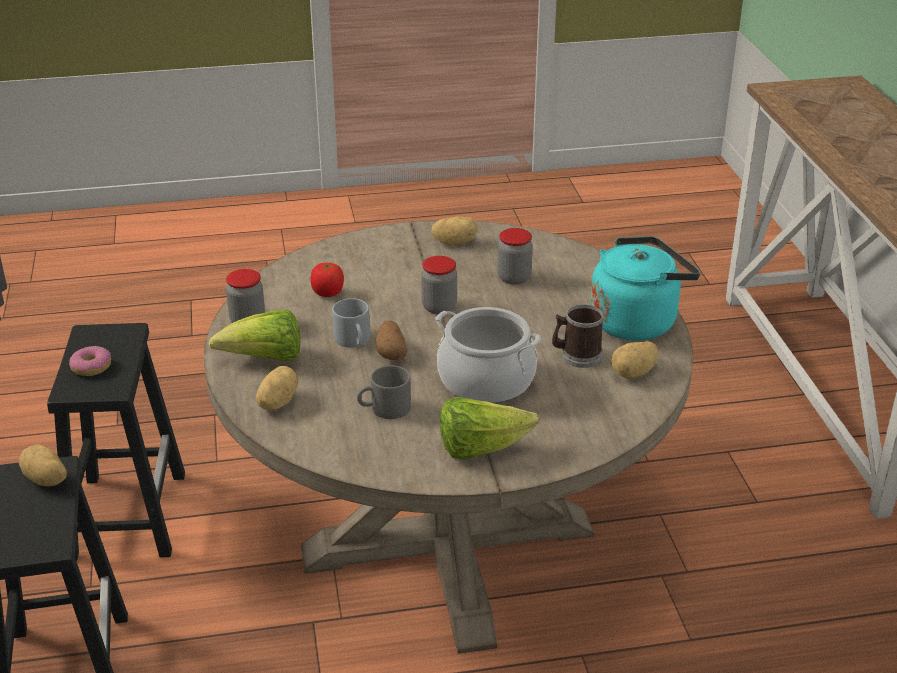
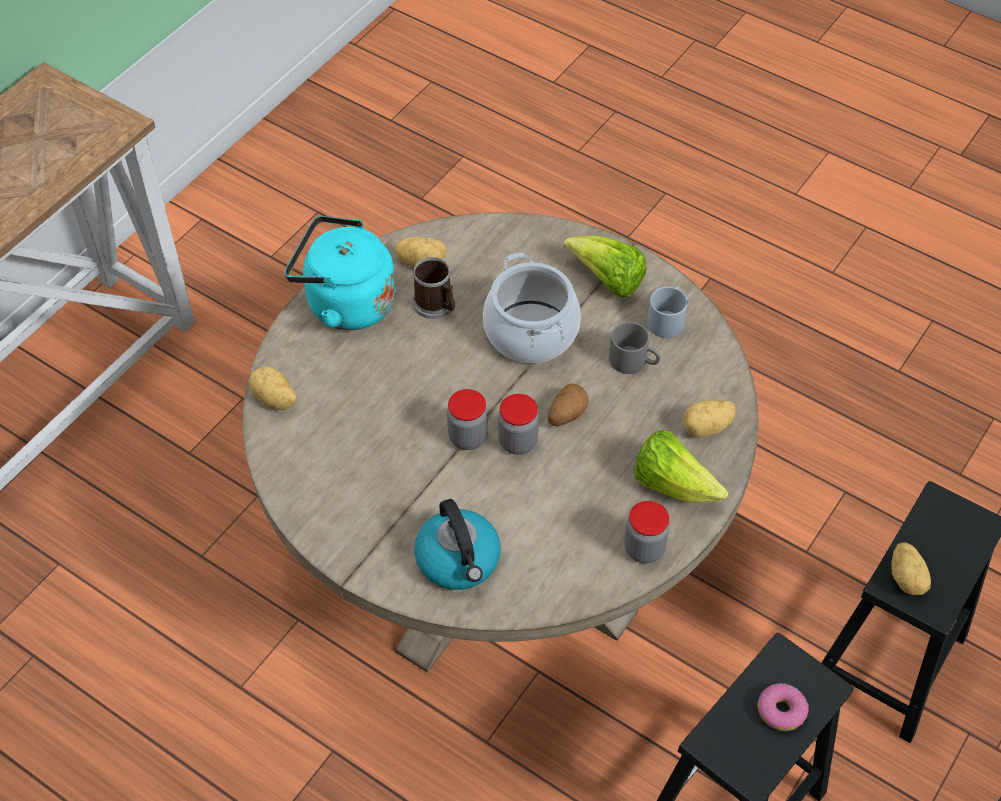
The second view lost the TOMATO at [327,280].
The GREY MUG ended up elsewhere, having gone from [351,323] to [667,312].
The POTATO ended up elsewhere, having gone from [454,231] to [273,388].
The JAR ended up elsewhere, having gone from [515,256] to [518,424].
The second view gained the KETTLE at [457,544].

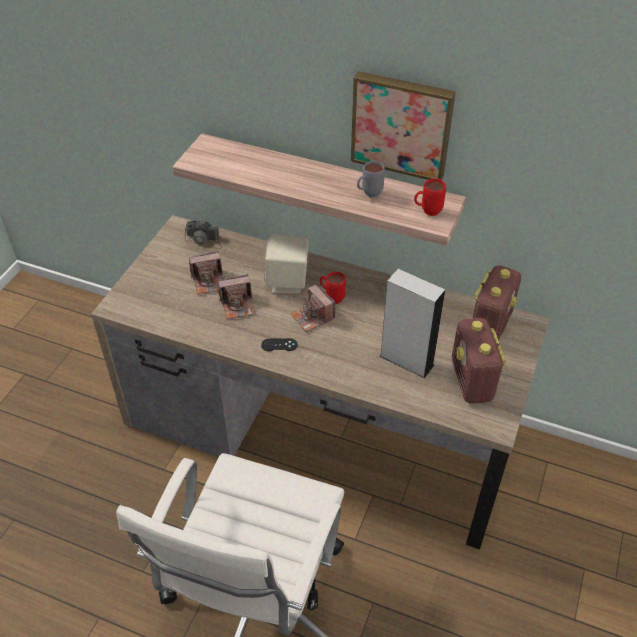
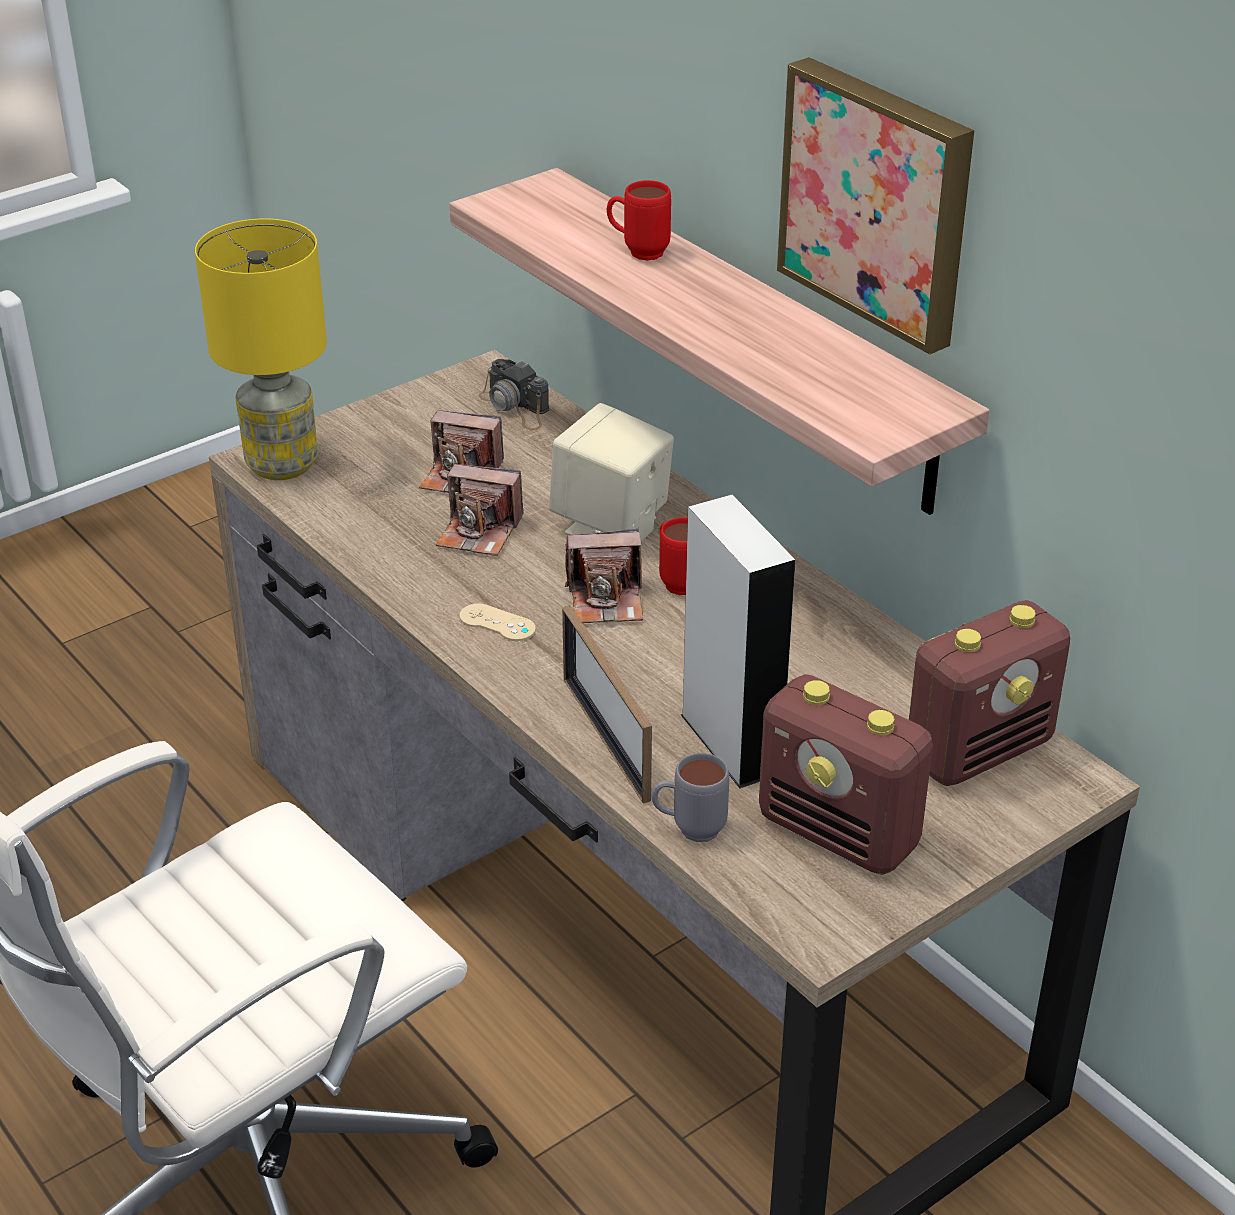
What was the BLACK GAME CONTROLLER at [279,344] turned into the BEIGE GAME CONTROLLER at [497,622].
The PHOTO CAMERA at [313,308] ended up facing another way, 90 degrees counterclockwise from before.
The GREY MUG ended up elsewhere, having gone from [371,179] to [690,797].
The RED MUG ended up elsewhere, having gone from [430,197] to [639,220].
The RADIO at [479,361] ended up facing another way, 75 degrees counterclockwise from before.
The second view gained the YELLOW TABLE LAMP at [261,349].
The second view gained the PICTURE FRAME at [607,704].

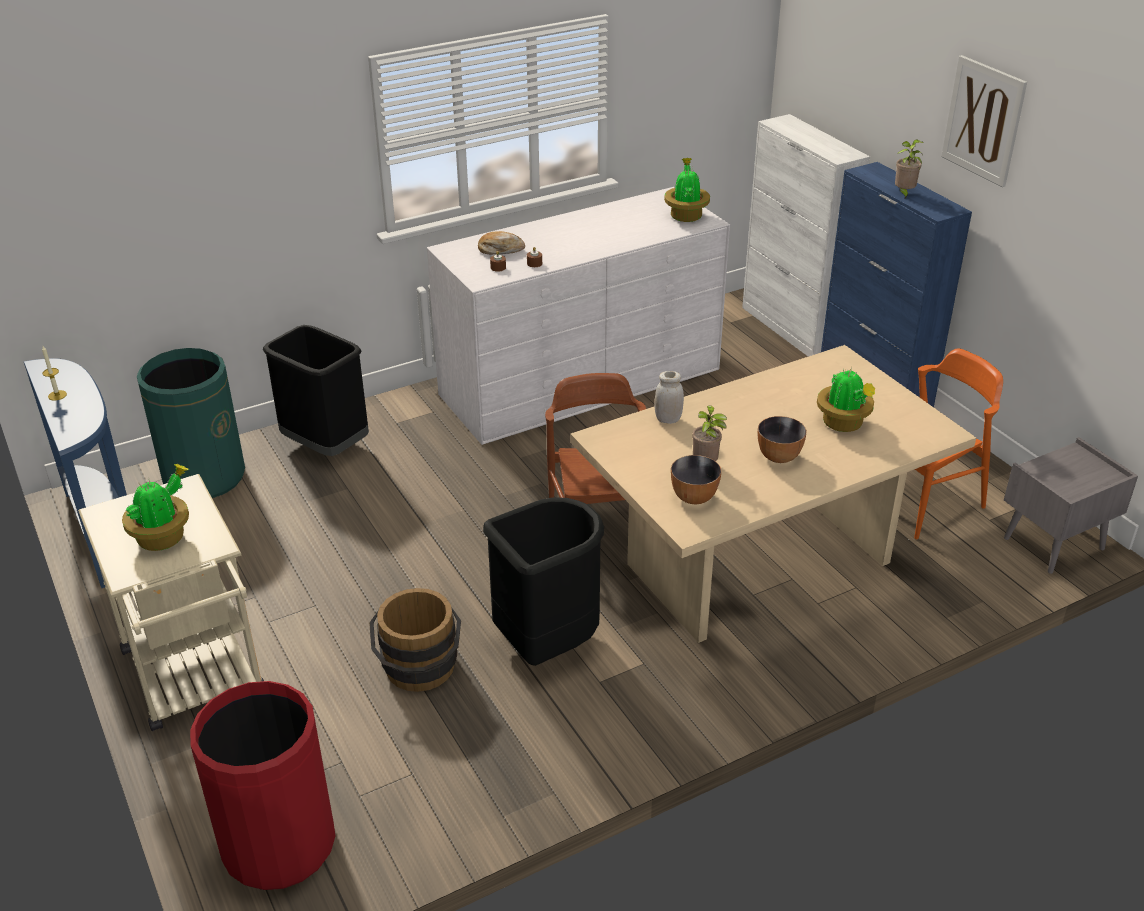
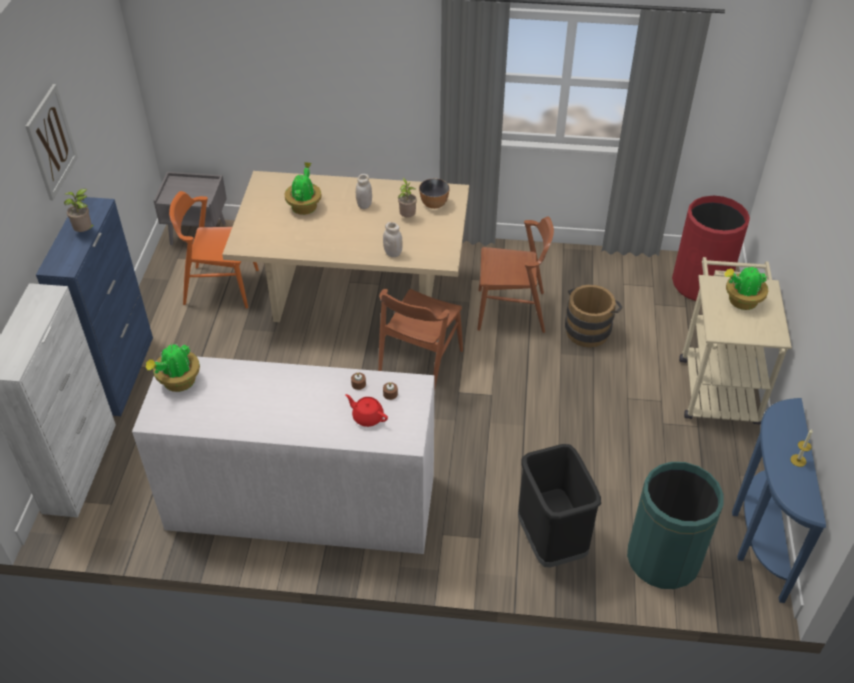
Where the BREAD stood at [501,242], the RED TEAPOT came to stand at [366,410].
Where the BLACK TRASH CAN stood at [543,581], the BROWN CHAIR came to stand at [515,274].
Where the BOWL stood at [782,439], the WHITE JAR came to stand at [364,191].

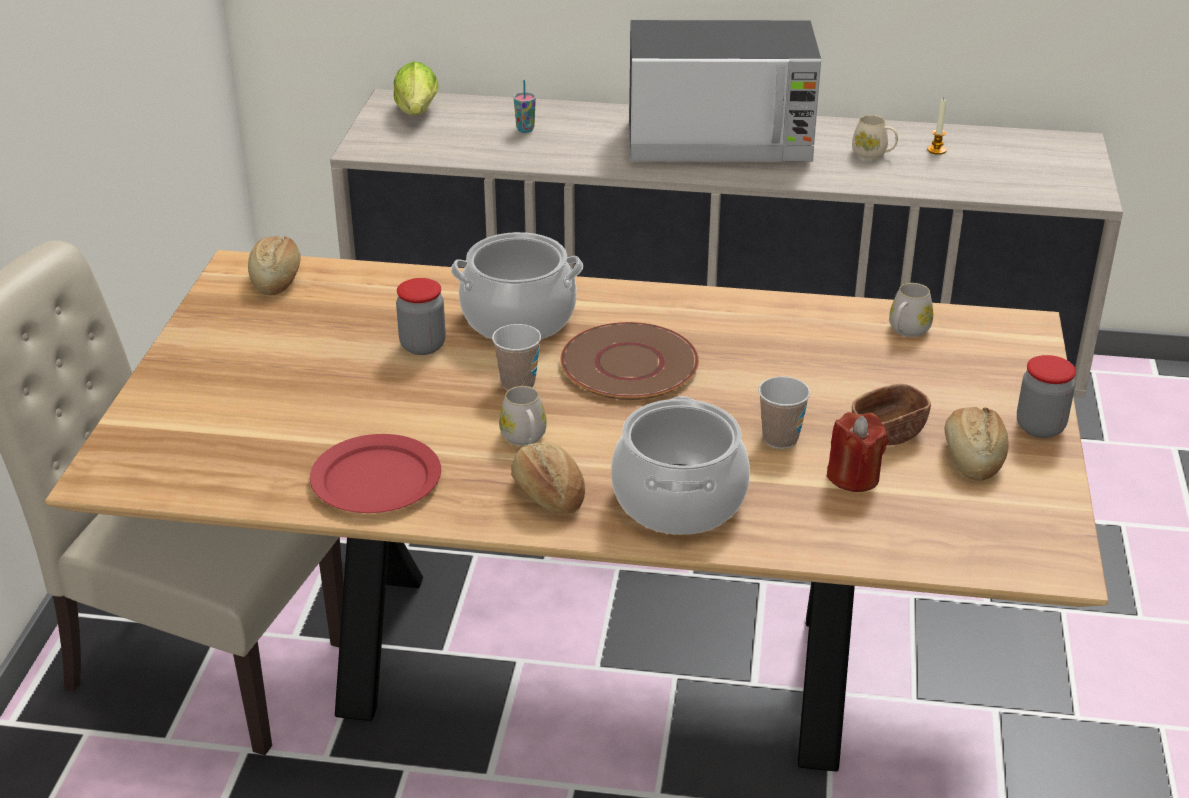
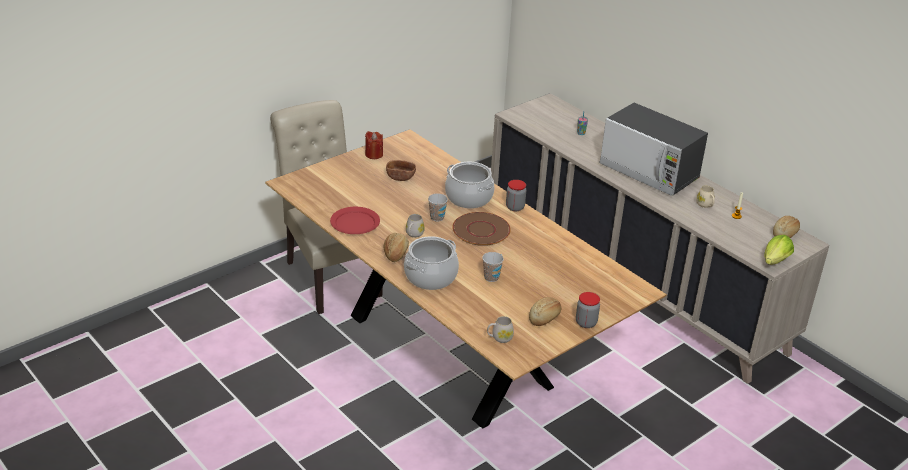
The BREAD ended up elsewhere, having gone from [274,265] to [786,227].
The LETTUCE ended up elsewhere, having gone from [416,88] to [779,250].
The JAR ended up elsewhere, having gone from [421,316] to [516,195].
The RED CANDLE ended up elsewhere, having gone from [857,452] to [374,145].
The BROWN BOWL ended up elsewhere, having gone from [891,415] to [401,170].
The WHITE MUG ended up elsewhere, having gone from [911,310] to [500,329].

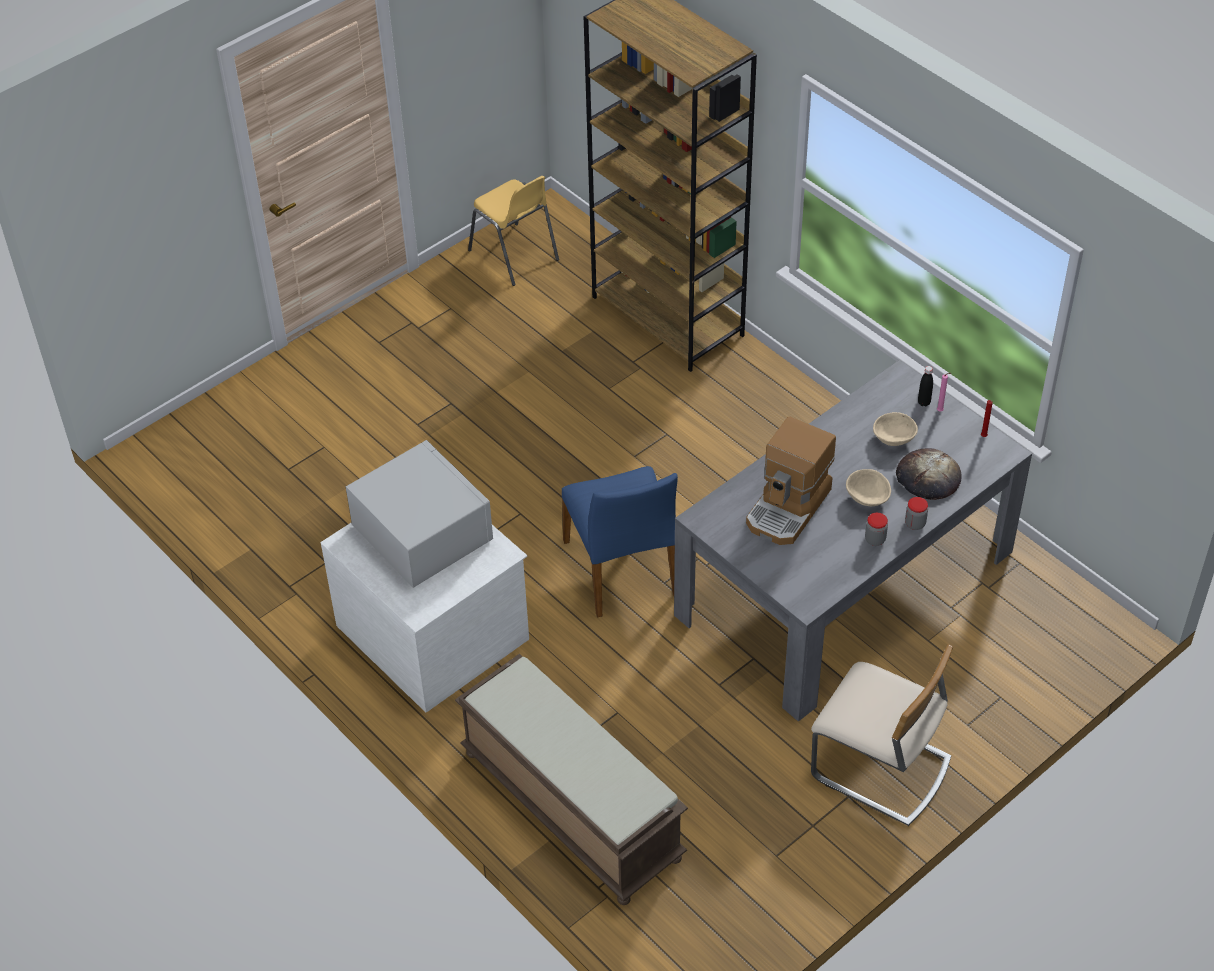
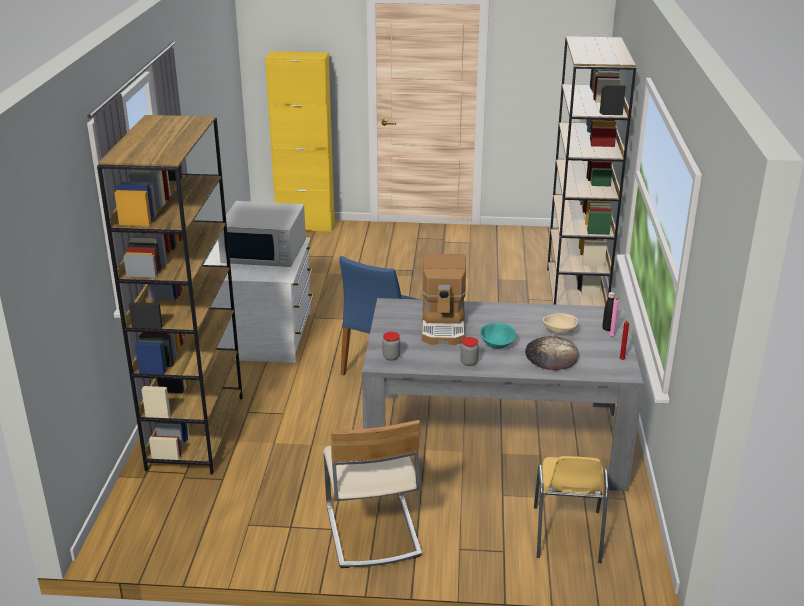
The WHITE MICROWAVE at [419,514] ended up facing another way, 90 degrees clockwise from before.
Where the BROWN BENCH stood at [571,779], the BROWN BOOKCASE came to stand at [170,295].
The YELLOW CHAIR ended up elsewhere, having gone from [513,231] to [571,509].
The COFFEE MACHINE at [791,480] ended up facing another way, 75 degrees counterclockwise from before.
What was the BEIGE BOWL at [868,487] turned into the TURQUOISE BOWL at [498,335].
The JAR ended up elsewhere, having gone from [916,513] to [391,346].
The second view gained the YELLOW CABINET at [300,141].

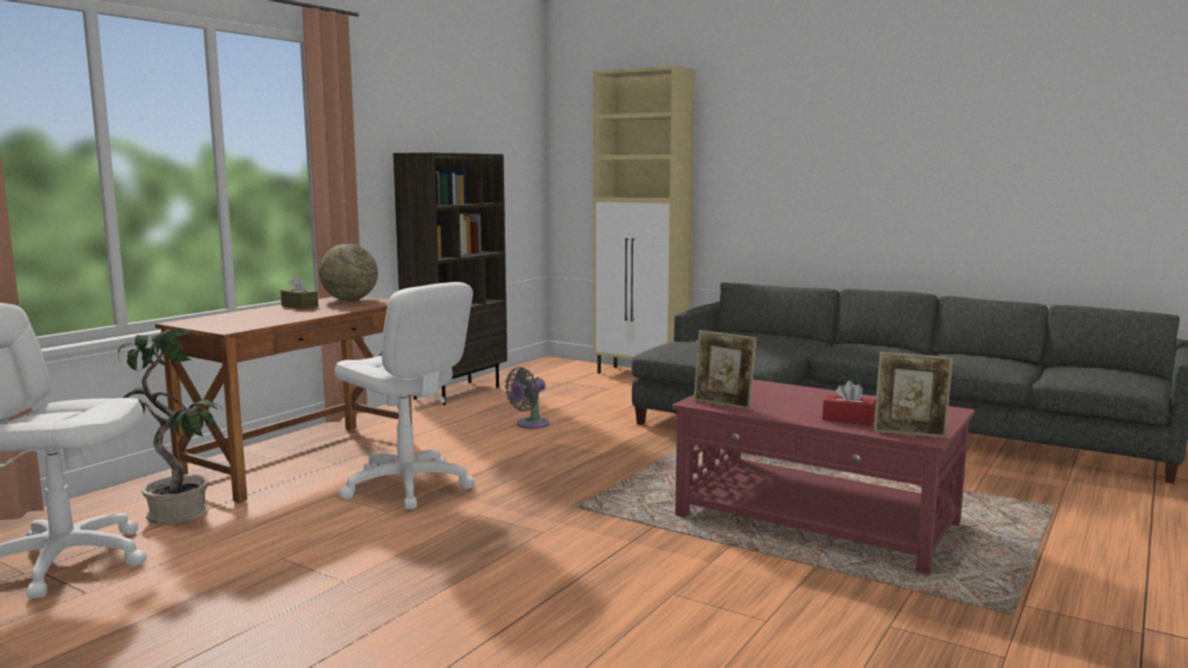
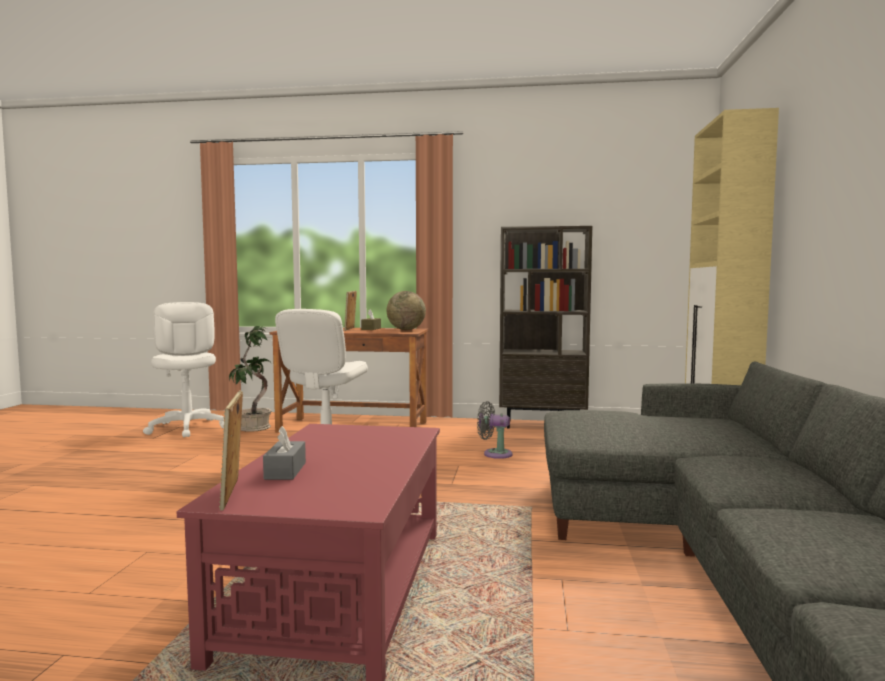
The PICTURE FRAME ended up elsewhere, having gone from [725,370] to [350,311].
What was the RED TISSUE BOX at [849,403] turned into the GREY TISSUE BOX at [284,453].

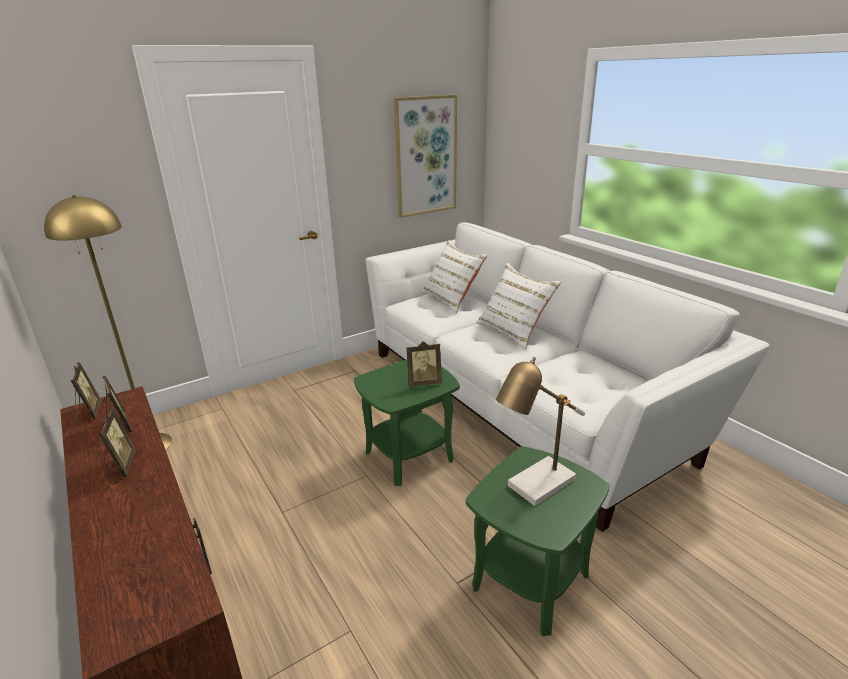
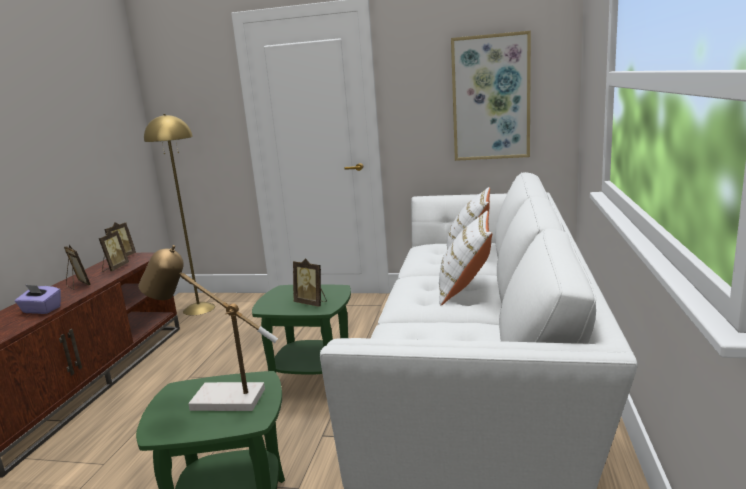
The PICTURE FRAME at [117,443] ended up facing another way, 75 degrees counterclockwise from before.
The second view gained the PURPLE TISSUE BOX at [38,299].

